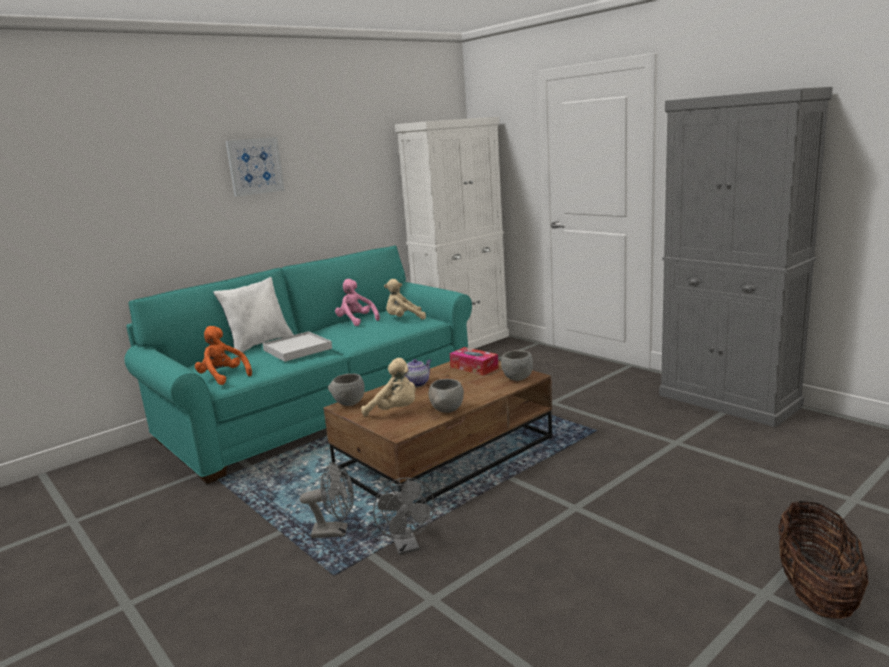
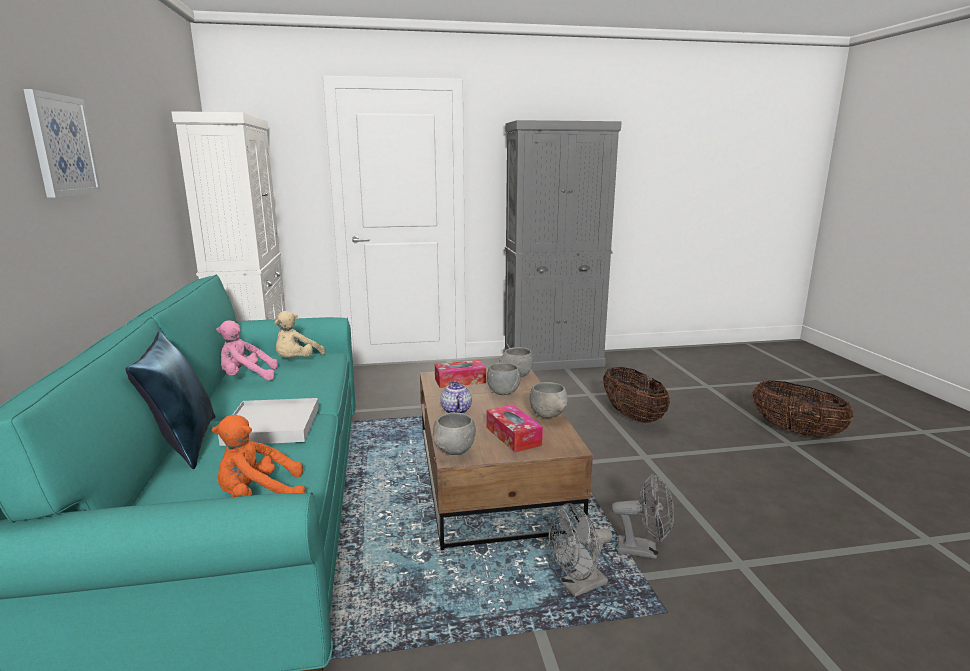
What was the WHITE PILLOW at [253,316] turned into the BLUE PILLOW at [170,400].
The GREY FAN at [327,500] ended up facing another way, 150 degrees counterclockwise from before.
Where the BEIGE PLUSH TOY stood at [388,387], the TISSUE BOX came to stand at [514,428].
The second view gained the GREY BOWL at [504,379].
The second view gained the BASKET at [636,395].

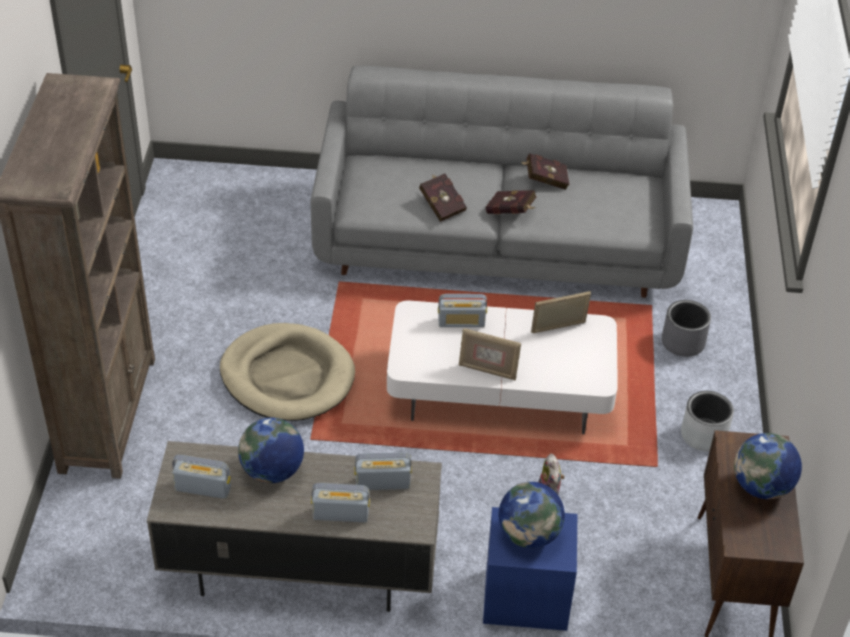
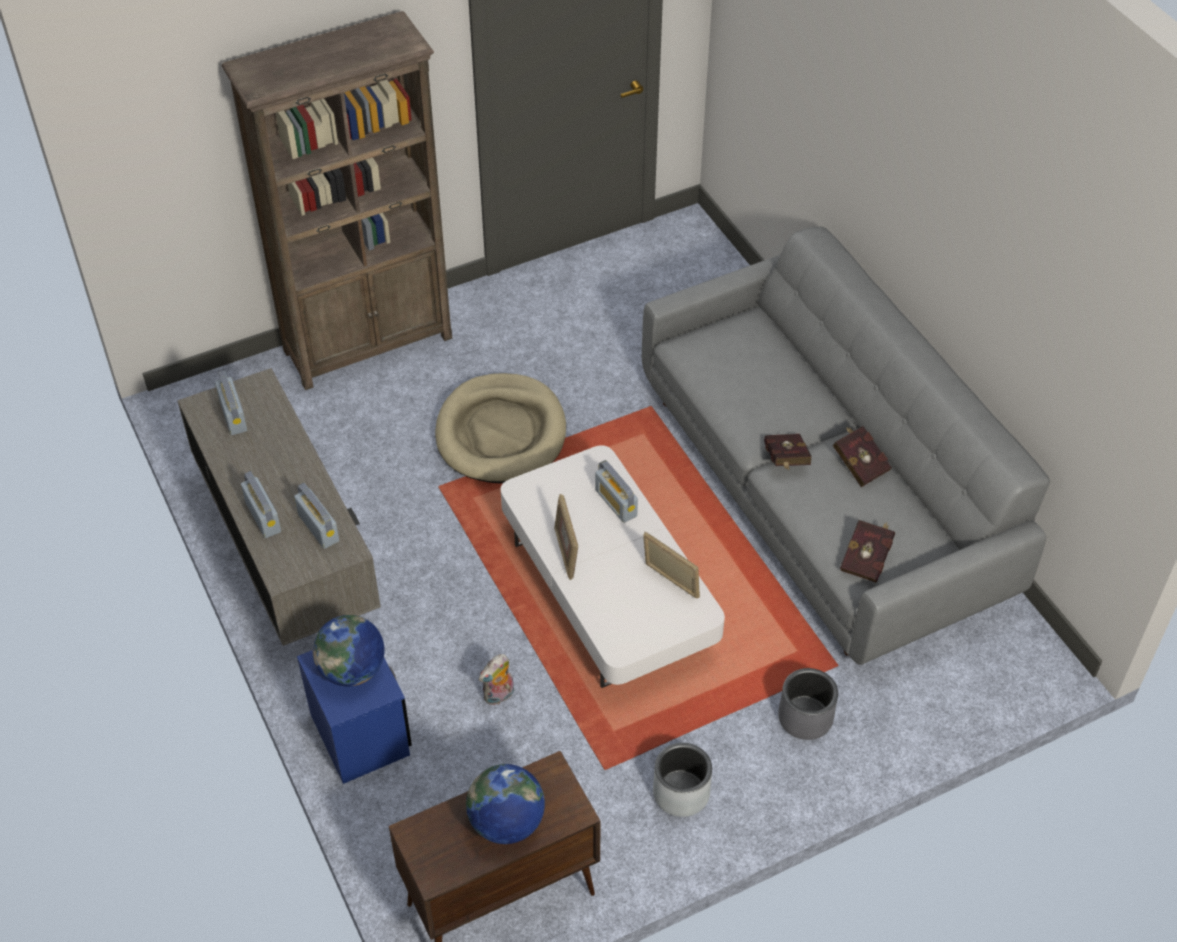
The second view lost the GLOBE at [271,450].
The RED BOOK ended up elsewhere, having gone from [443,198] to [867,551].

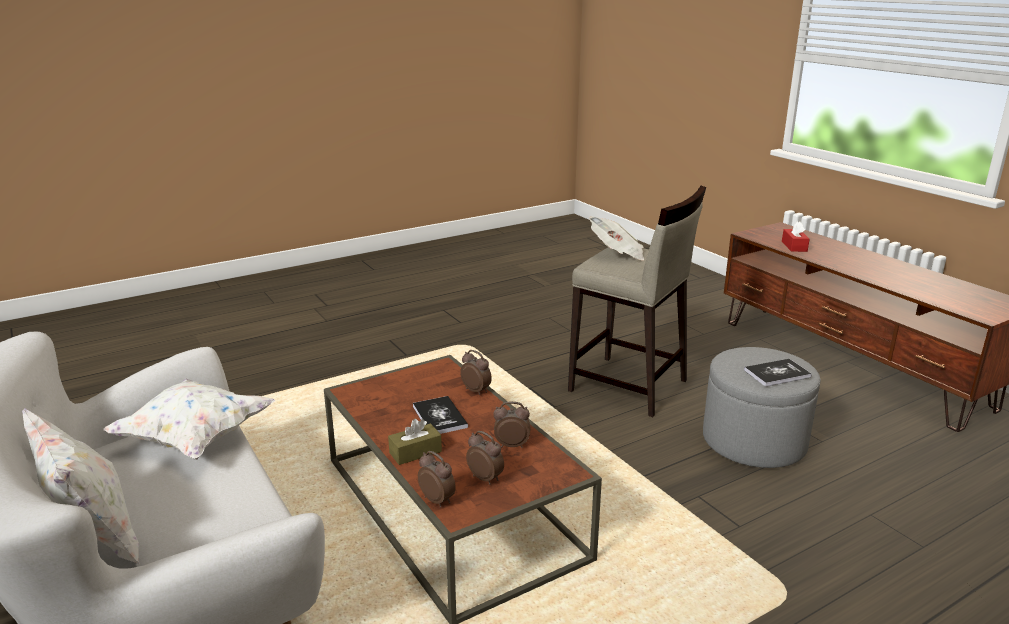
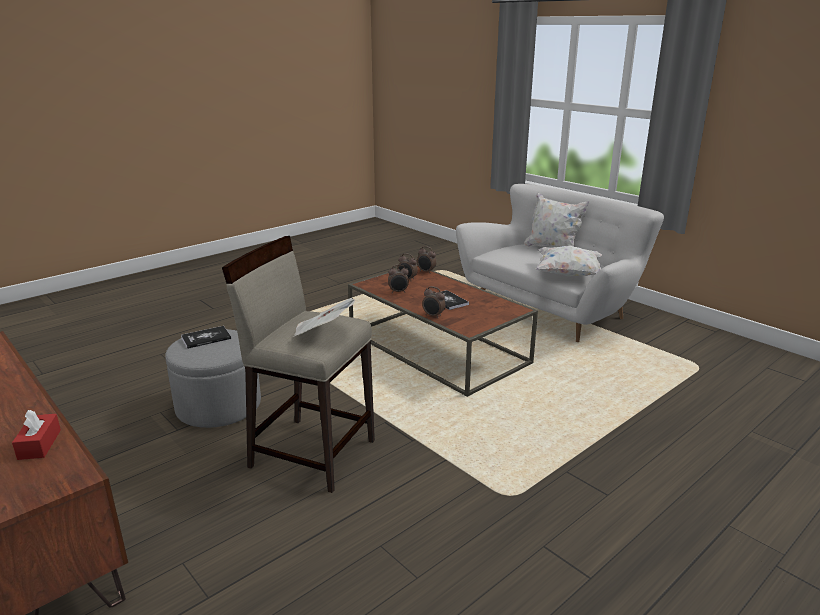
The second view lost the BROWN TISSUE BOX at [415,442].

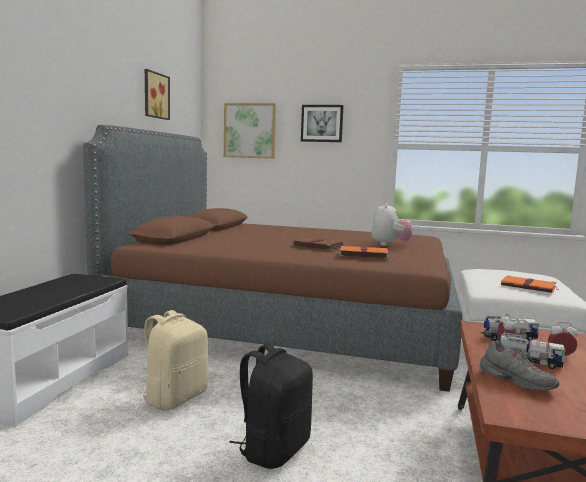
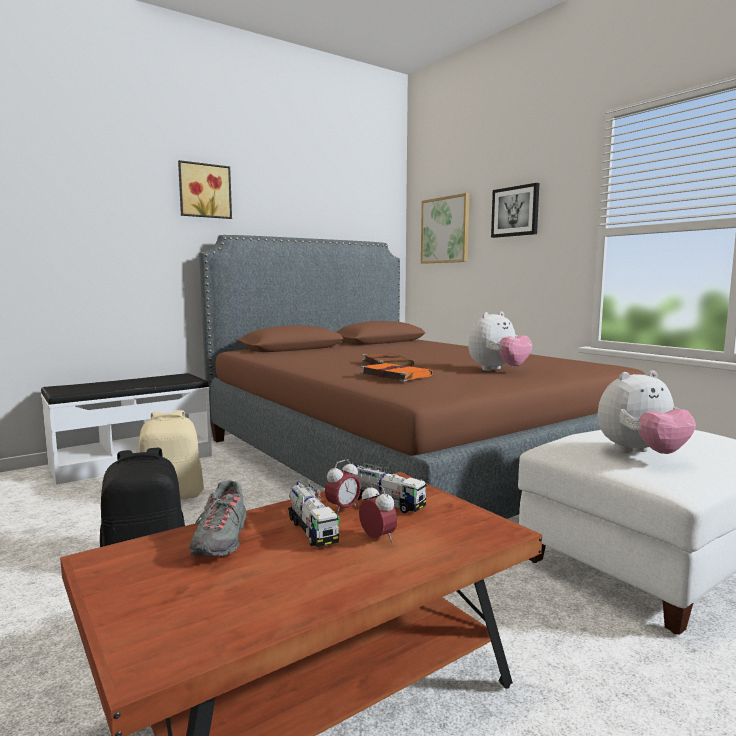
The PICTURE ended up elsewhere, having gone from [157,94] to [205,189].
Where the ORANGE BOOK stood at [530,284], the PLUSH TOY came to stand at [647,412].

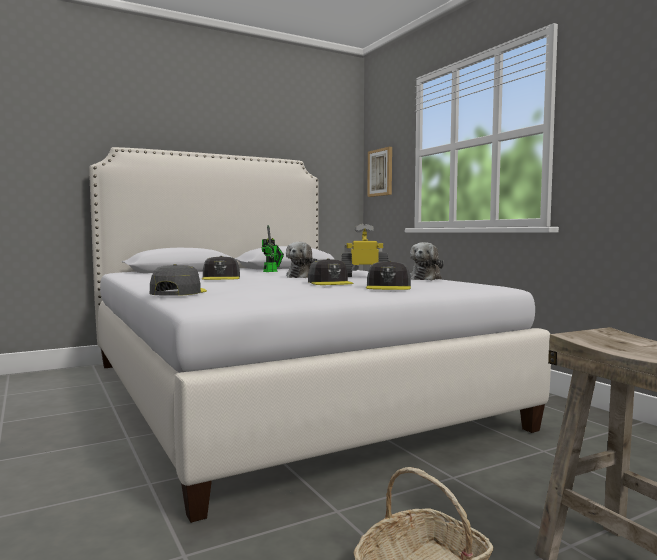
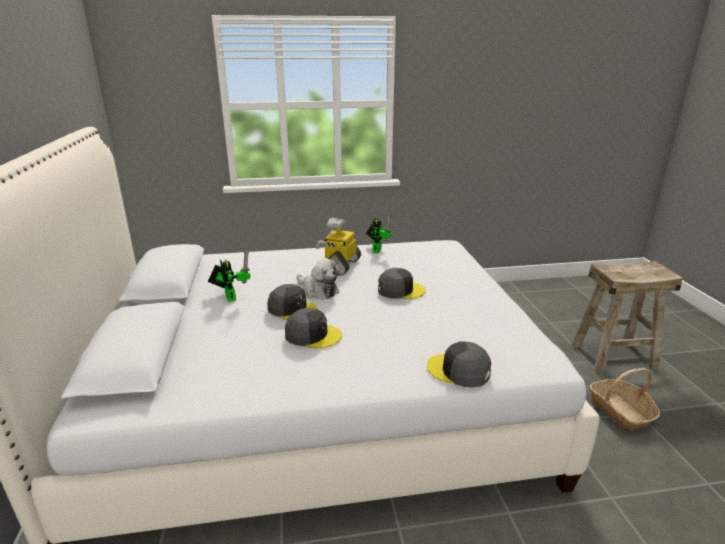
The GREY CAP ended up elsewhere, having gone from [388,275] to [292,302].
The second view lost the PICTURE at [379,172].
Where the PLUSH TOY stood at [427,261], the TOY ROBOT came to stand at [379,233].

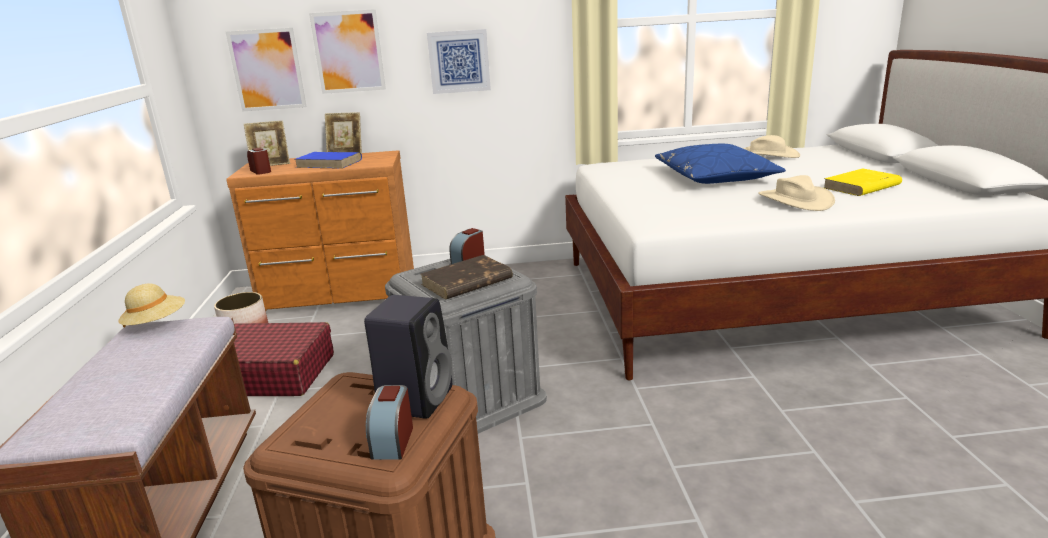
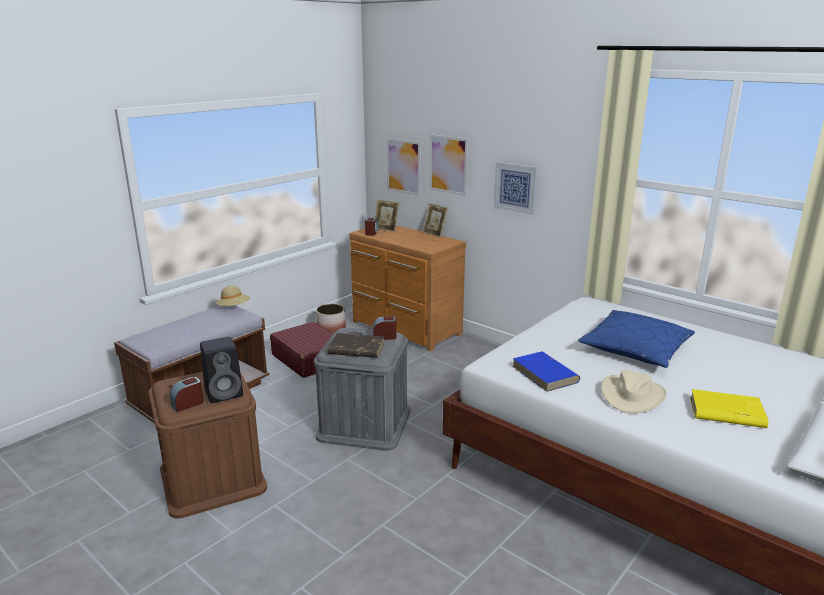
The BLUE BOOK ended up elsewhere, having gone from [329,160] to [546,371].
The second view lost the BEIGE HAT at [771,146].

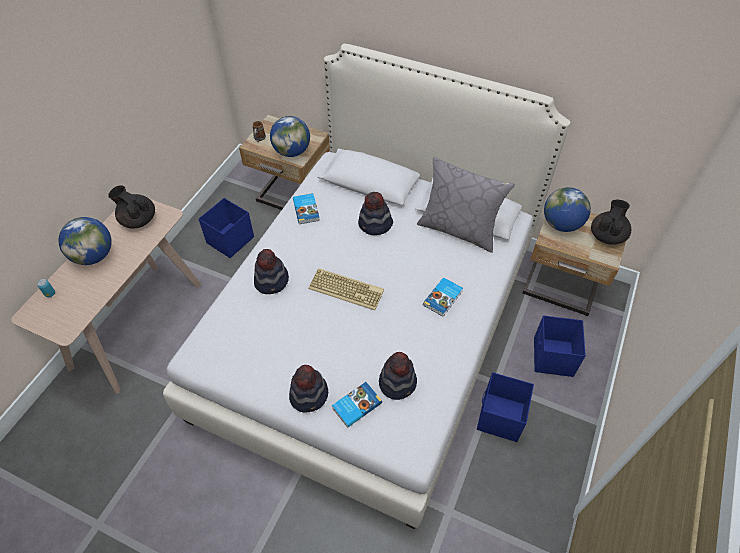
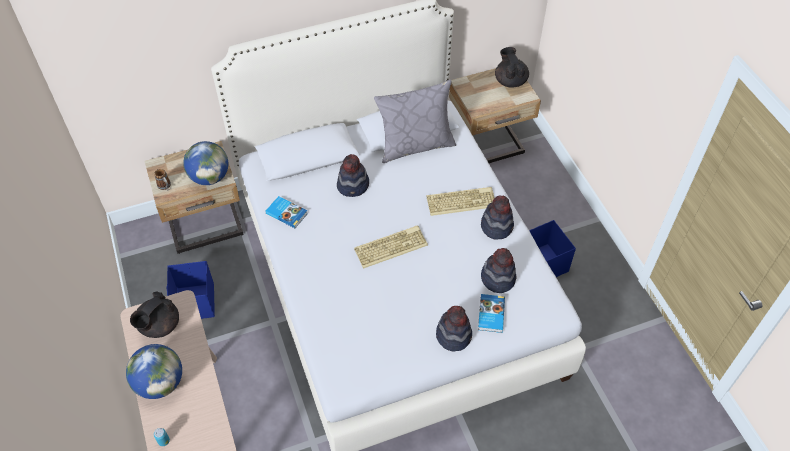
The BLACK TEAPOT at [131,207] ended up facing another way, 45 degrees counterclockwise from before.
The HAT ended up elsewhere, having gone from [271,271] to [497,217].
Where the BOOK stood at [443,297], the KEYBOARD came to stand at [461,201].
The second view lost the BLUE STORAGE BOX at [560,346].
The second view lost the GLOBE at [567,209].

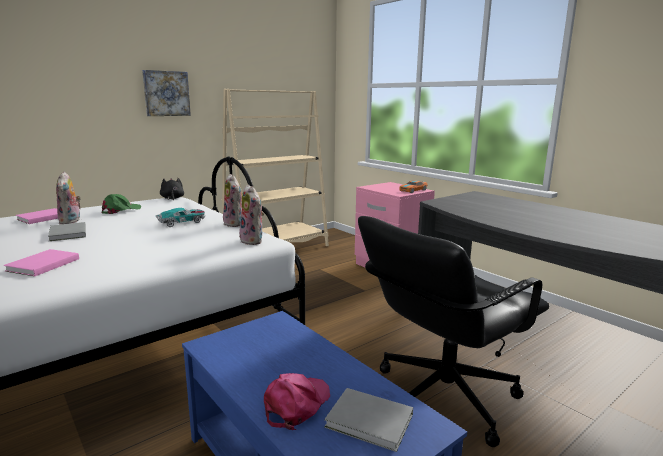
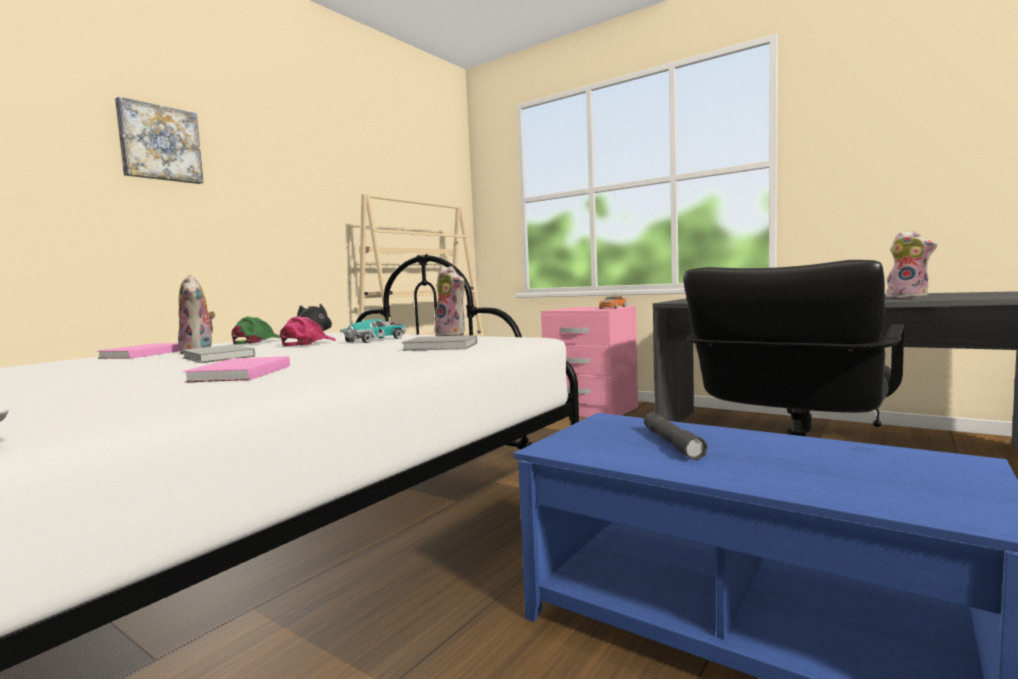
The PICTURE ended up elsewhere, having gone from [166,93] to [159,140].
The PLUSH TOY ended up elsewhere, having gone from [251,215] to [911,264].
The PINK CAP ended up elsewhere, having gone from [297,401] to [308,331].
The GREY BOOK ended up elsewhere, having gone from [368,420] to [439,343].
The second view gained the GREY FLASHLIGHT at [676,436].

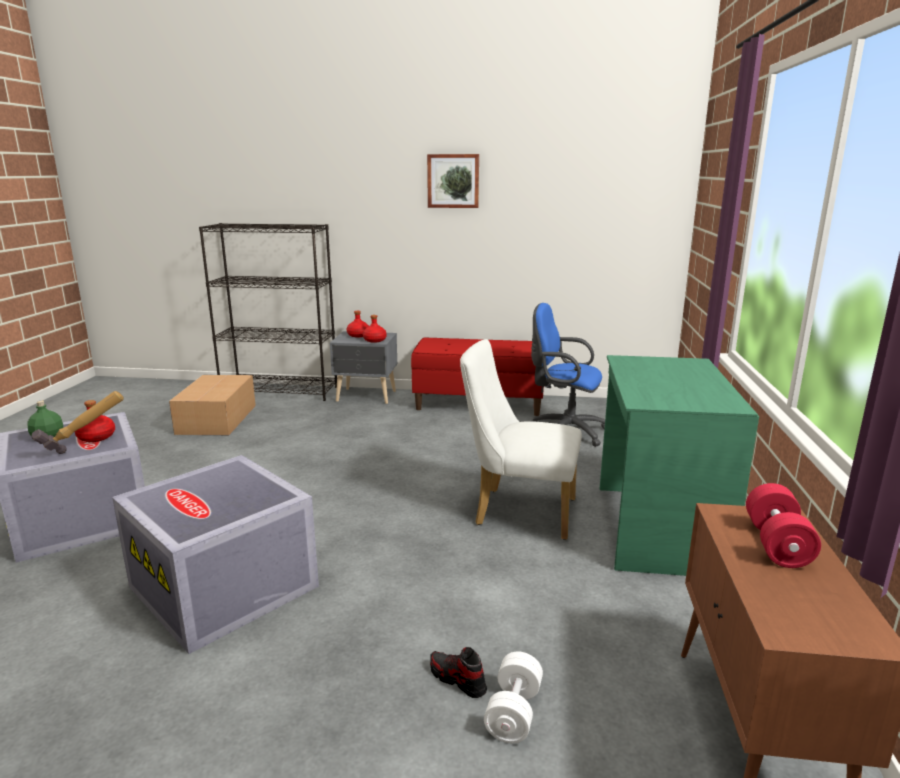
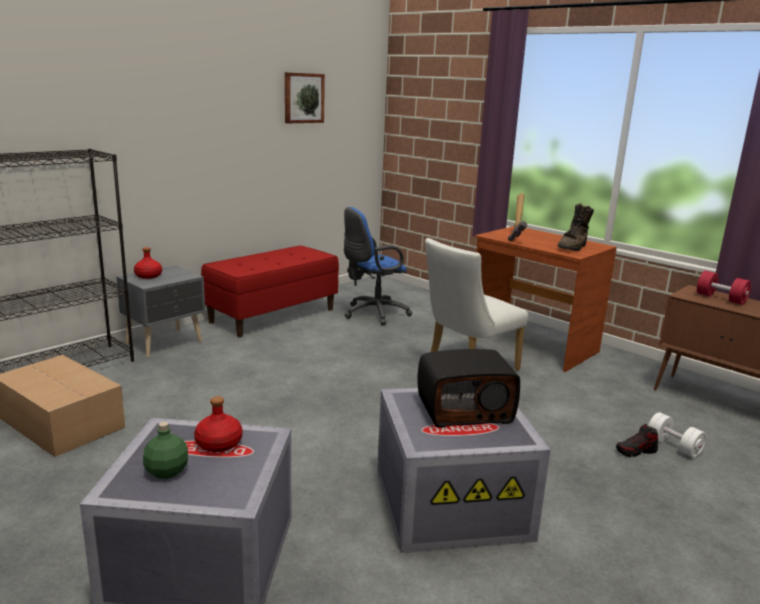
The HAMMER ended up elsewhere, having gone from [77,422] to [517,217].
The second view lost the RED BOTTLE at [375,329].
The PICTURE ended up elsewhere, having gone from [453,181] to [305,97].
What was the GREEN DESK at [679,465] turned into the BROWN DESK at [546,299].
The second view gained the RADIO at [469,388].
The second view gained the BROWN BOOT at [576,227].

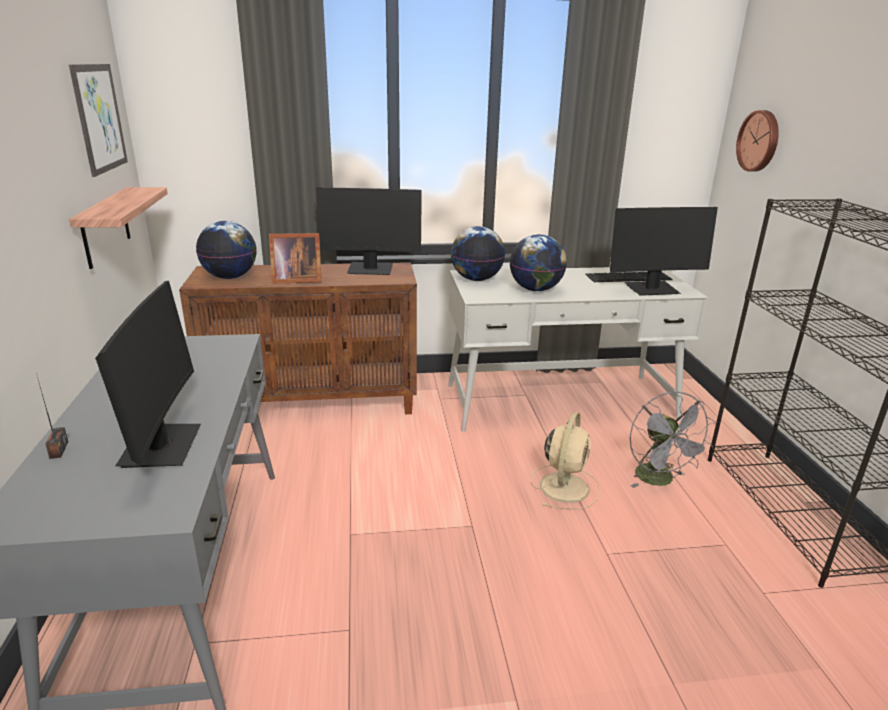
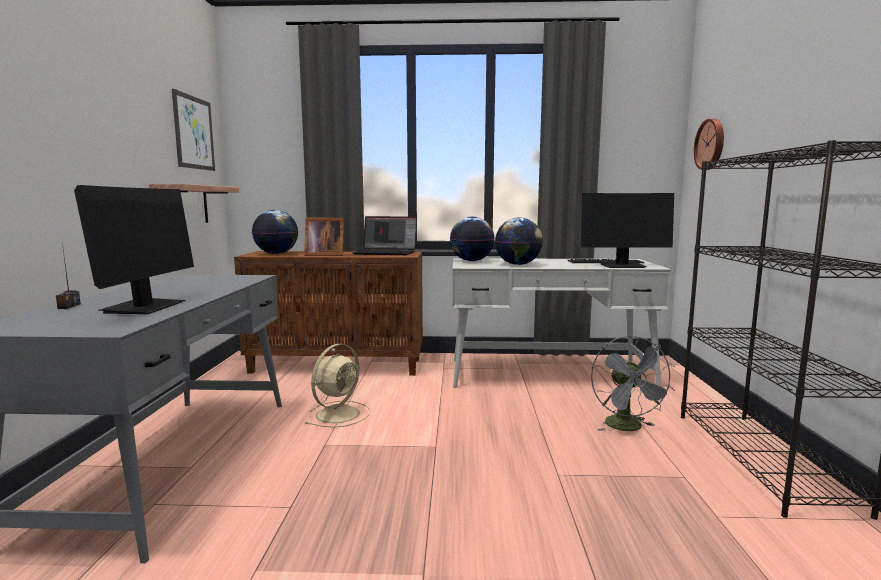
Where the MONITOR stood at [369,231], the LAPTOP came to stand at [384,235].
The BEIGE FAN ended up elsewhere, having gone from [565,461] to [337,386].

